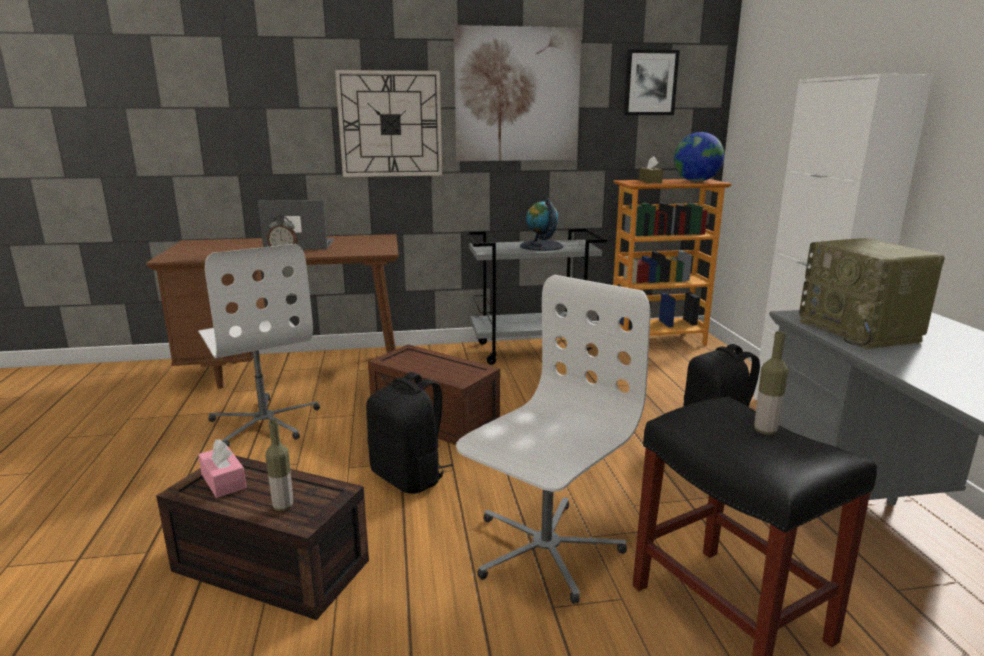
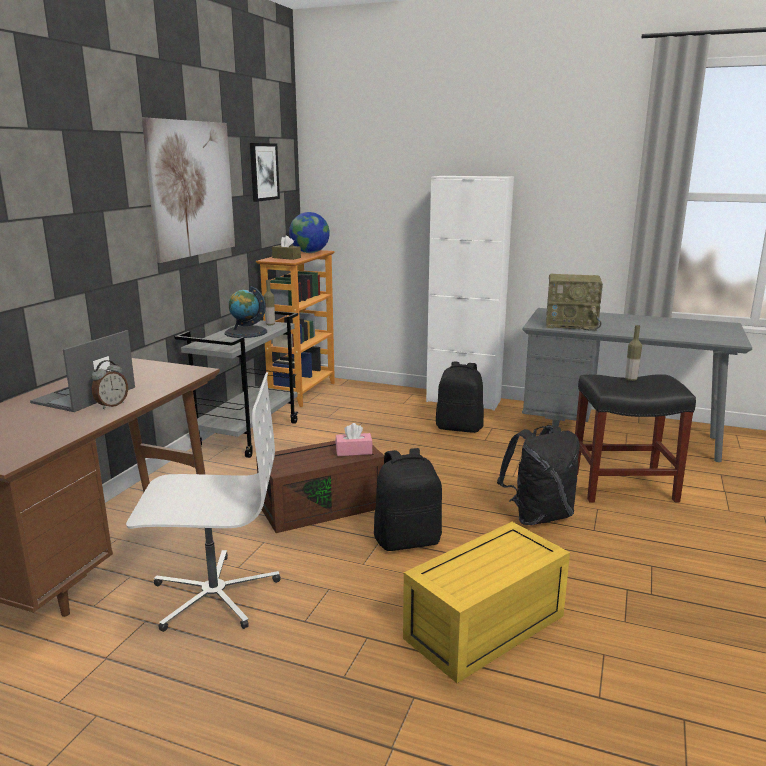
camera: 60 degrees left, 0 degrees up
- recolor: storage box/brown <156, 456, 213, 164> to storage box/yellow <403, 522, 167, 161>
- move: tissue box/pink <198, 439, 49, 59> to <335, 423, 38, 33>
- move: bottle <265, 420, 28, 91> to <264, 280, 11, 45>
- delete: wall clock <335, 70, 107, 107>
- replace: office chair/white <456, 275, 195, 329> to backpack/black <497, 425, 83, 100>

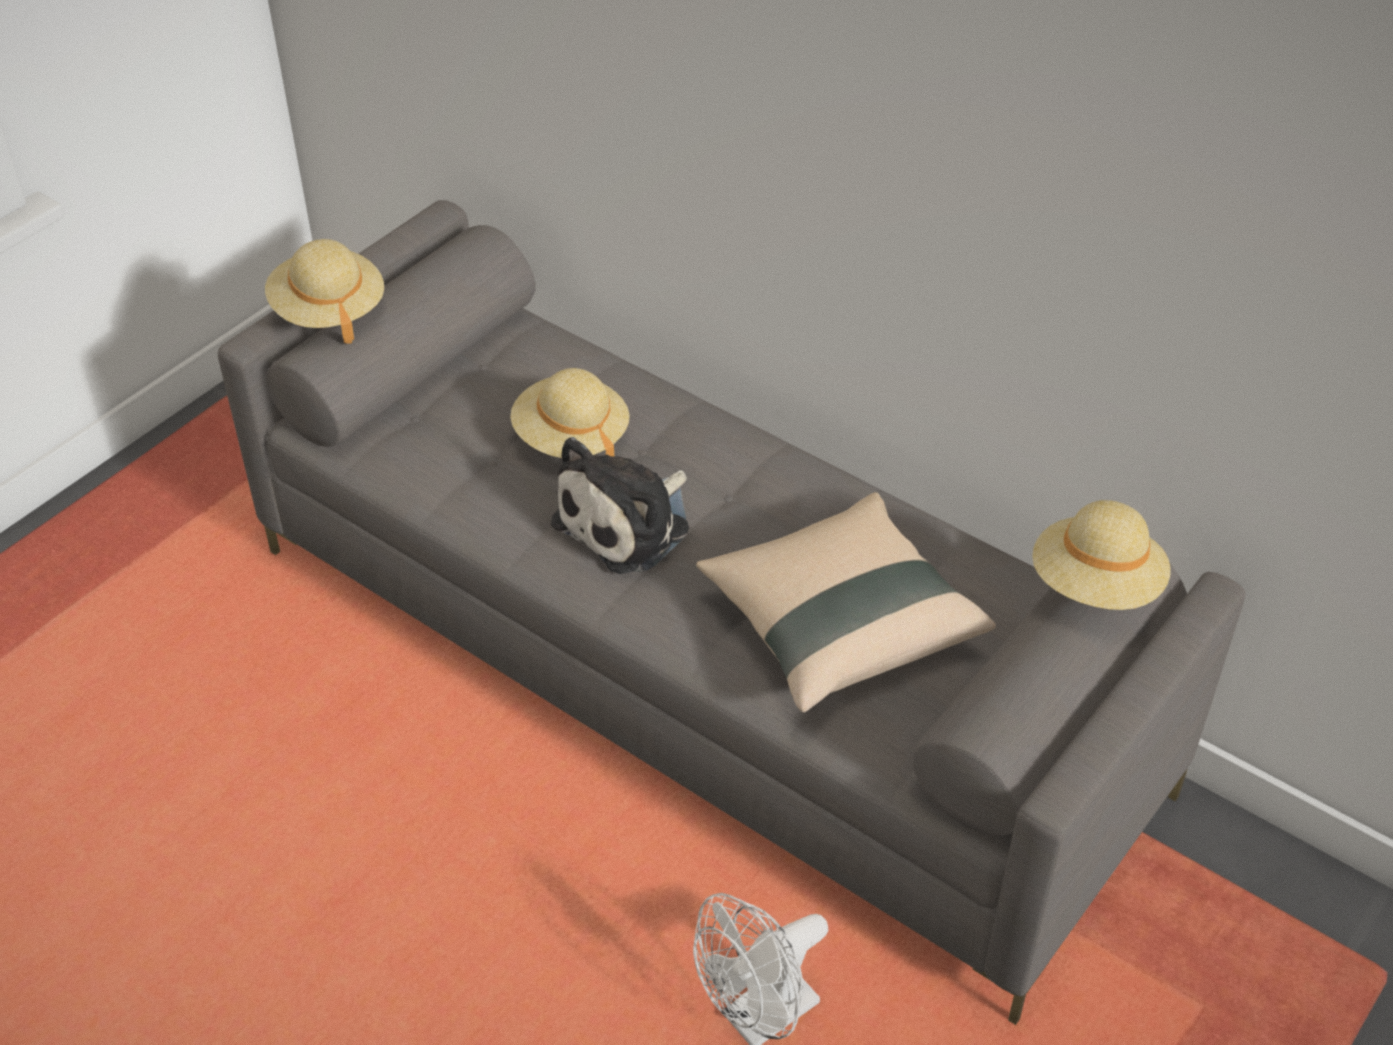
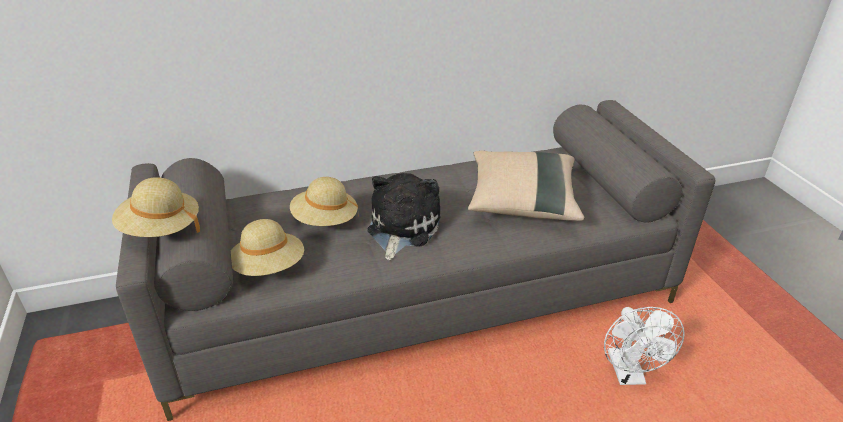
camera: 55 degrees left, 10 degrees down
- rotate: plush toy <551, 437, 138, 137> = <367, 173, 74, 87> 150 degrees counterclockwise
- move: hat/beige <1032, 500, 139, 110> to <231, 219, 73, 57>

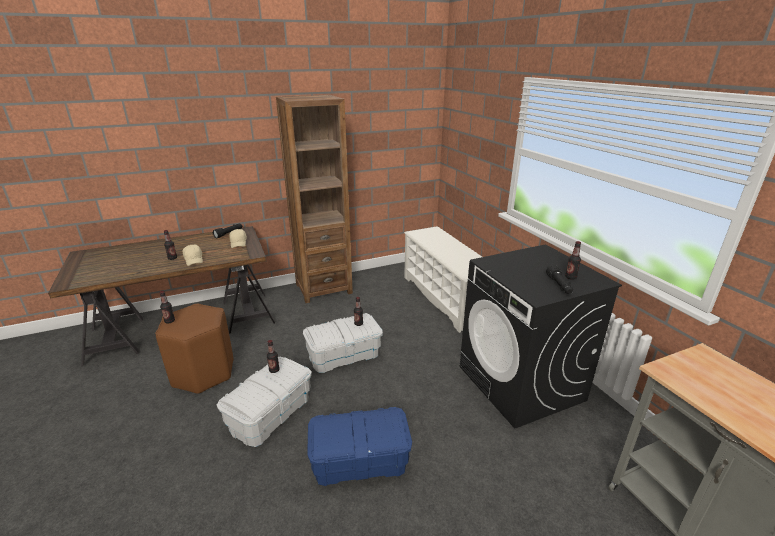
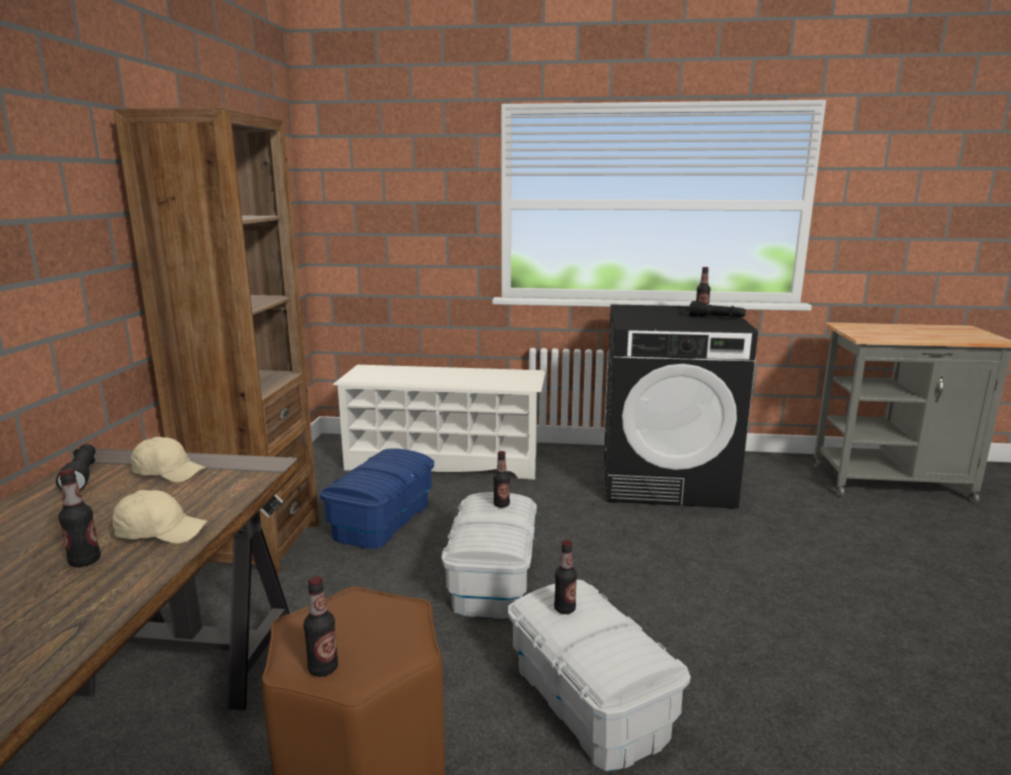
camera: 60 degrees left, 10 degrees down
- move: storage box/blue <307, 407, 105, 79> to <320, 448, 114, 101>

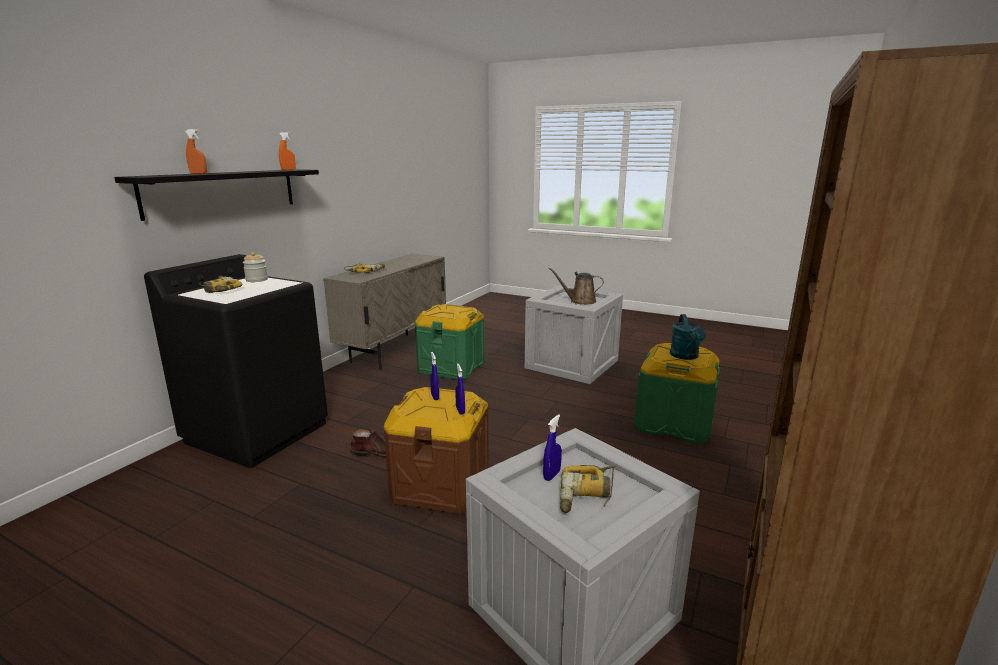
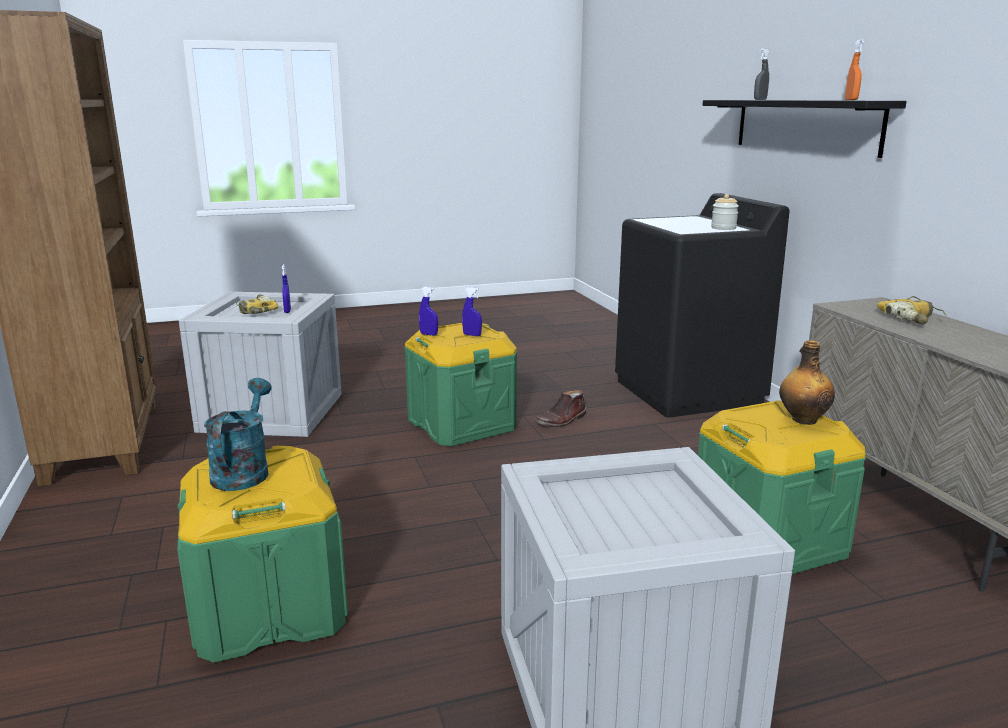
camera: 135 degrees right, 0 degrees up
- recolor: spray bottle/orange <185, 129, 22, 45> to spray bottle/grey <754, 49, 15, 51>
- delete: power drill <200, 276, 43, 17>
- recolor: storage box/brown <383, 387, 106, 127> to storage box/green <404, 323, 113, 124>
- delete: watering can/brown <549, 268, 55, 37>
- rotate: watering can/turquoise <670, 314, 36, 46> = <204, 378, 68, 113> 45 degrees clockwise
- insert: bottle <779, 340, 56, 85>

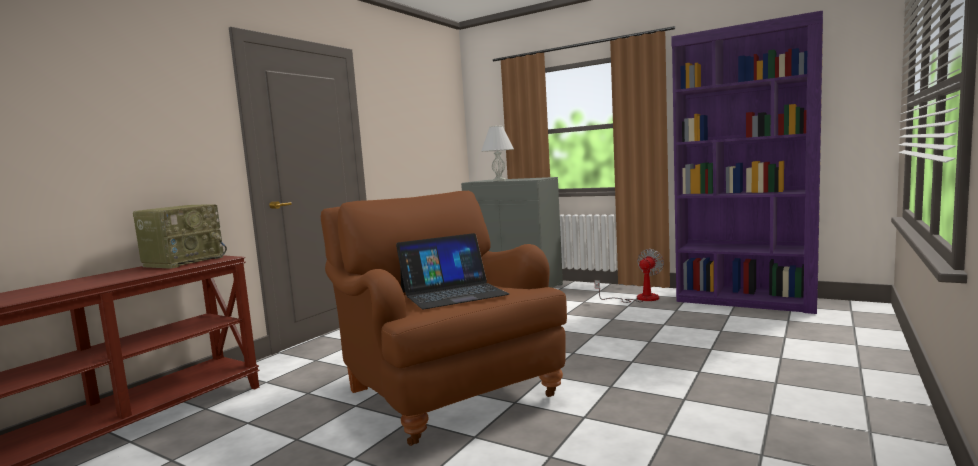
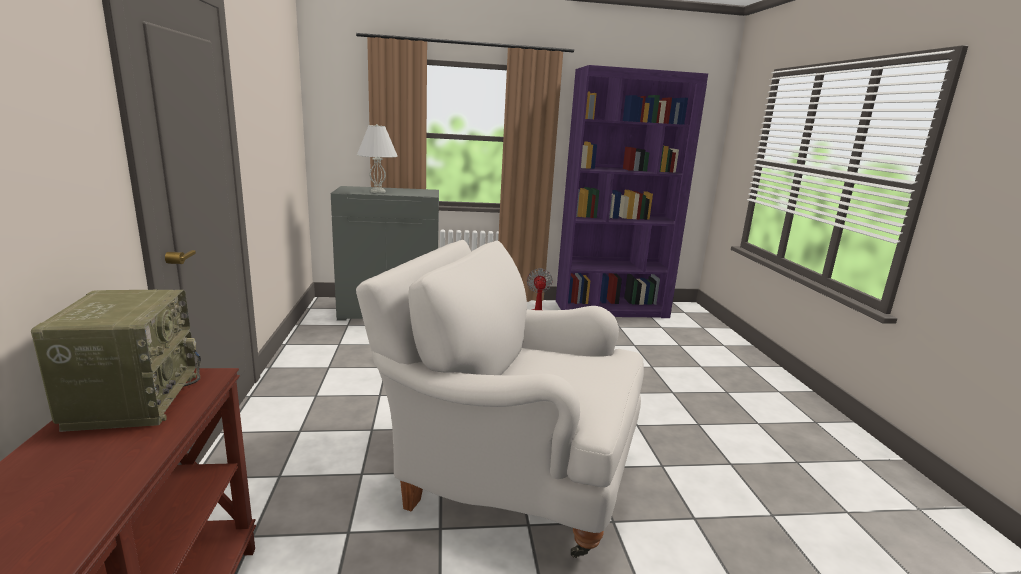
camera: 40 degrees left, 10 degrees up
- recolor: armchair/brown <321, 191, 246, 255> to armchair/white <356, 240, 288, 318>
- delete: laptop <396, 233, 113, 76>

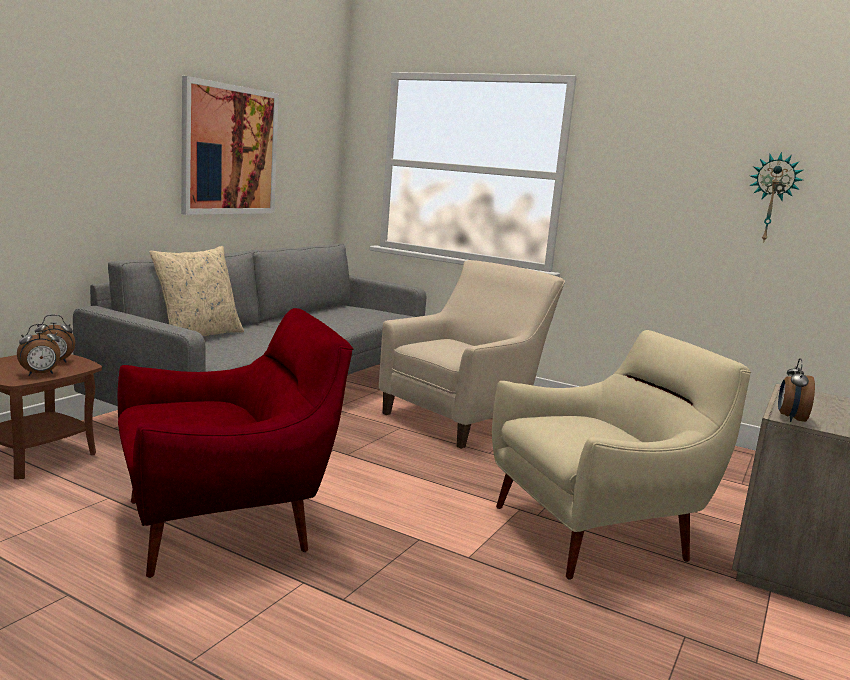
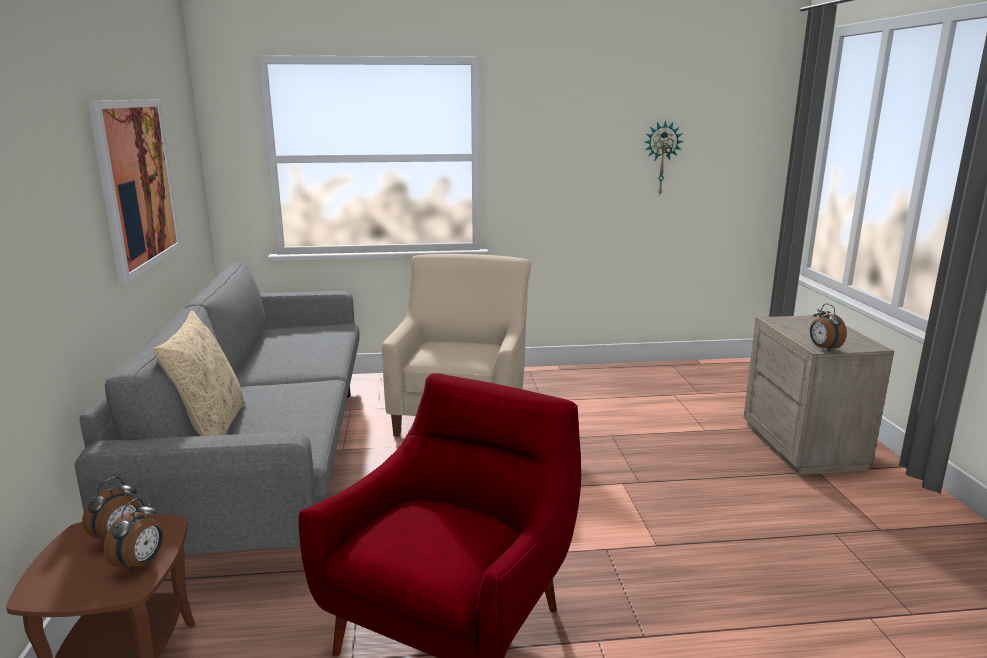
camera: 35 degrees left, 5 degrees up
- delete: armchair/beige <492, 330, 259, 250>

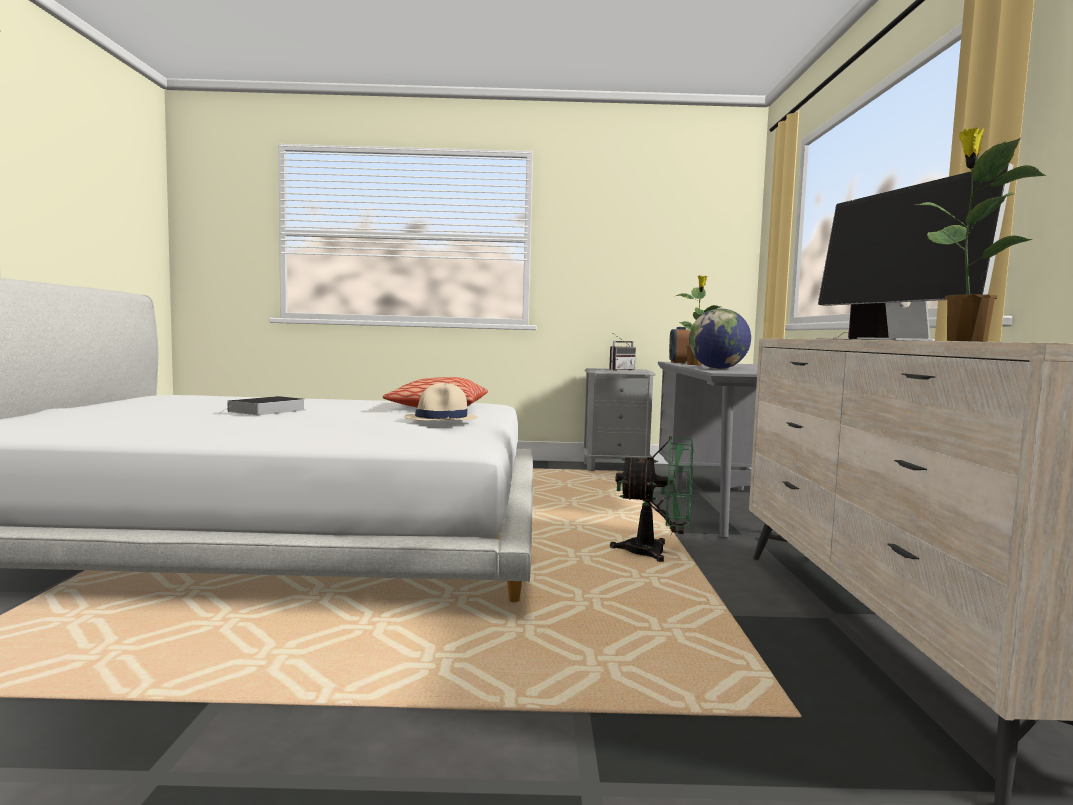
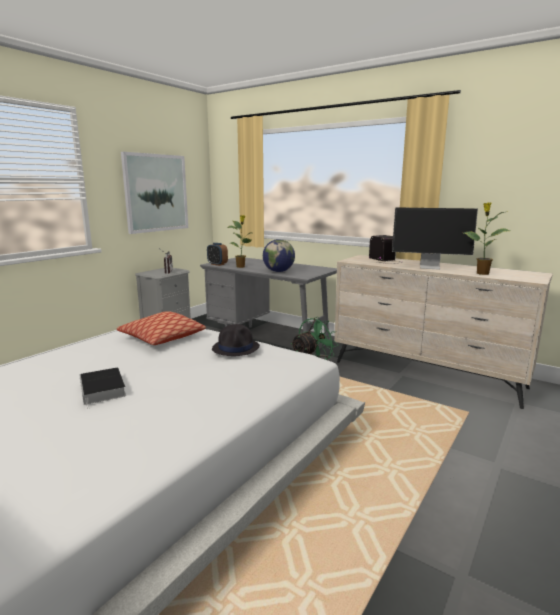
camera: 55 degrees left, 10 degrees up
- recolor: hat/beige <404, 383, 74, 38> to hat/black <212, 324, 48, 32>
- insert: picture <121, 152, 67, 82>

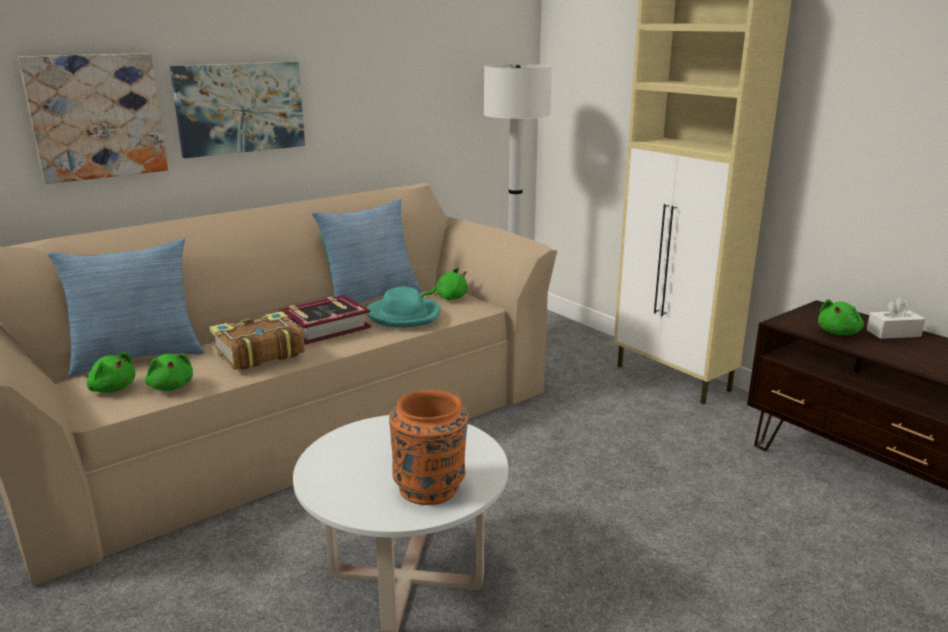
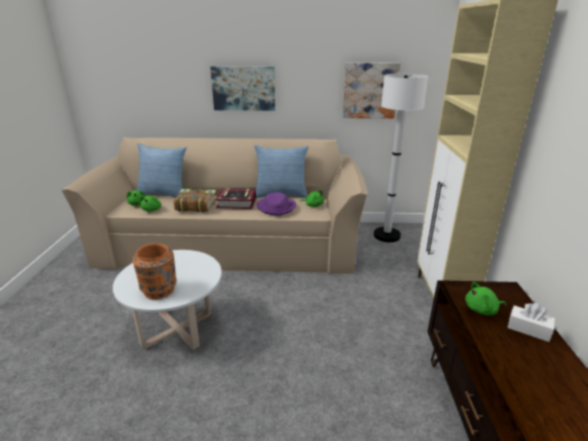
camera: 40 degrees right, 5 degrees up
- move: picture <18, 53, 150, 131> to <343, 63, 57, 55>
- recolor: hat/turquoise <367, 287, 73, 41> to hat/purple <257, 192, 39, 24>

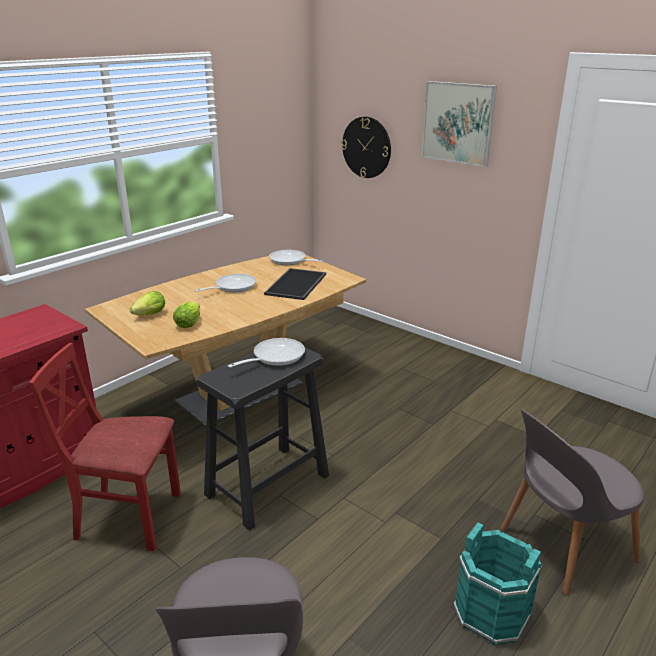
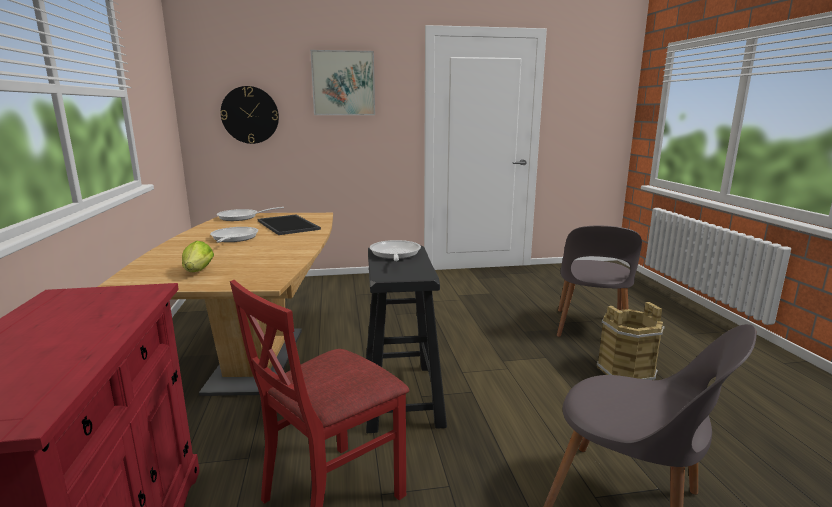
camera: 50 degrees left, 10 degrees down
- delete: lettuce <173, 301, 27, 27>
- recolor: bucket/turquoise <454, 522, 88, 123> to bucket/brown <597, 302, 68, 78>

